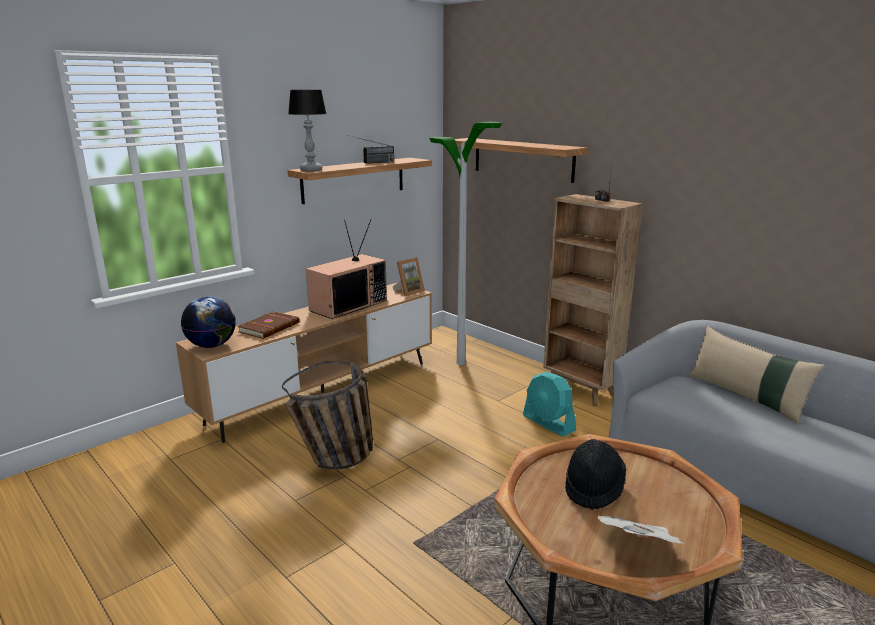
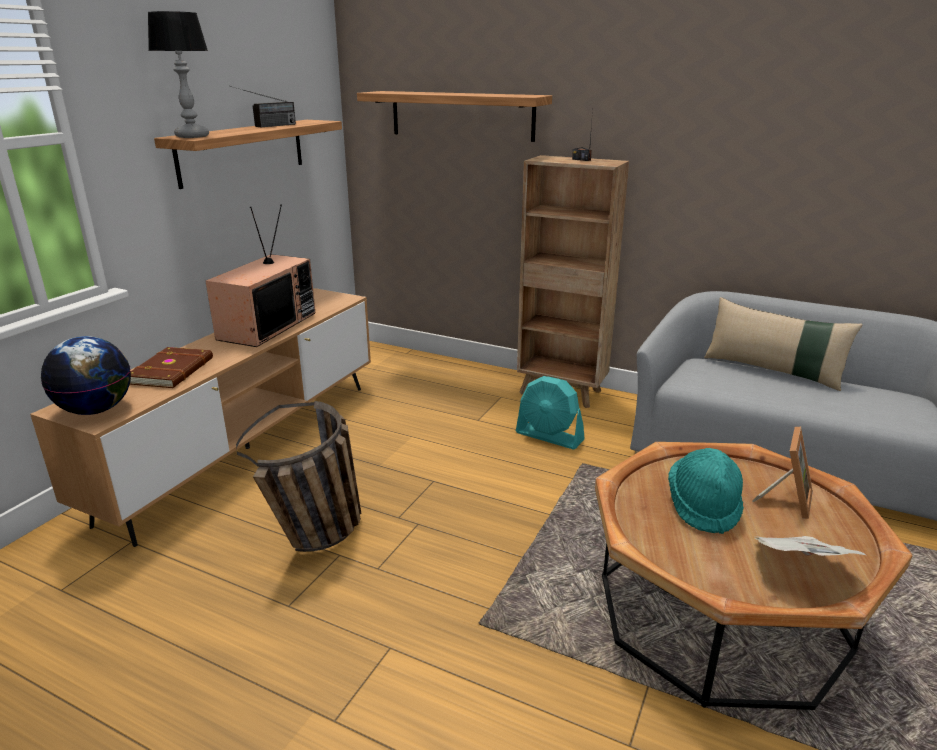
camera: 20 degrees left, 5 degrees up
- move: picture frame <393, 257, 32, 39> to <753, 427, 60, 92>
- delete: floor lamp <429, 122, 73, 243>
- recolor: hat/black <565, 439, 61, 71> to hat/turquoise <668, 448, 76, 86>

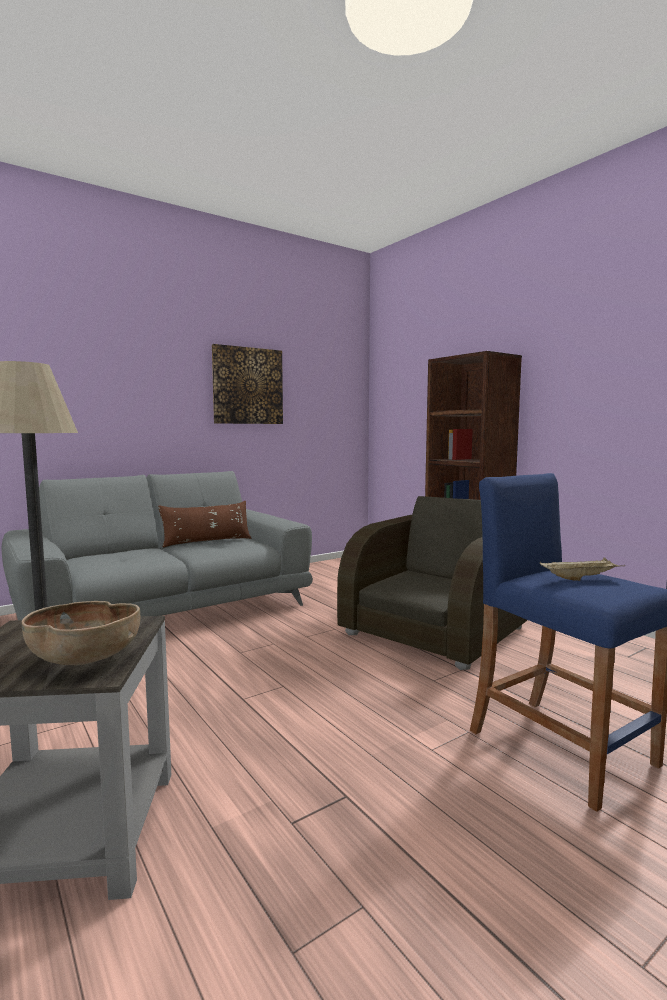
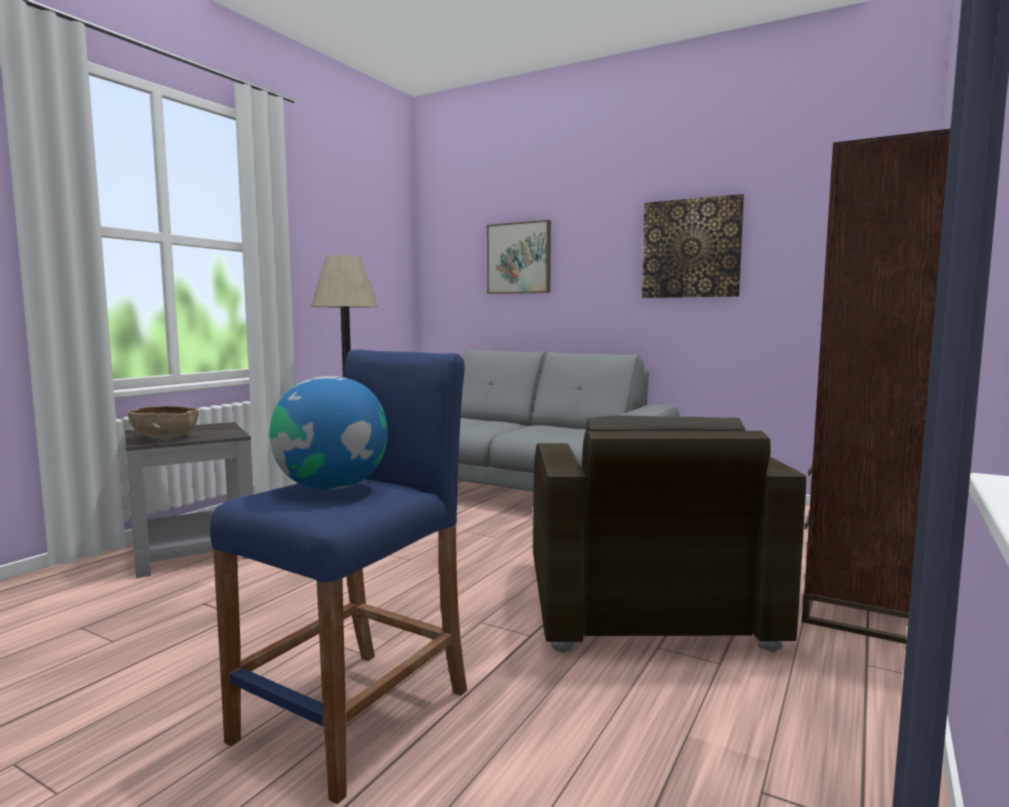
camera: 65 degrees right, 0 degrees up
- delete: pillow/brown <158, 501, 93, 47>
- rotate: armchair/brown <337, 496, 190, 174> = <533, 415, 273, 238> 75 degrees clockwise
- replace: tray/beige <540, 557, 85, 24> to globe <270, 376, 118, 114>
- insert: picture <487, 220, 64, 74>

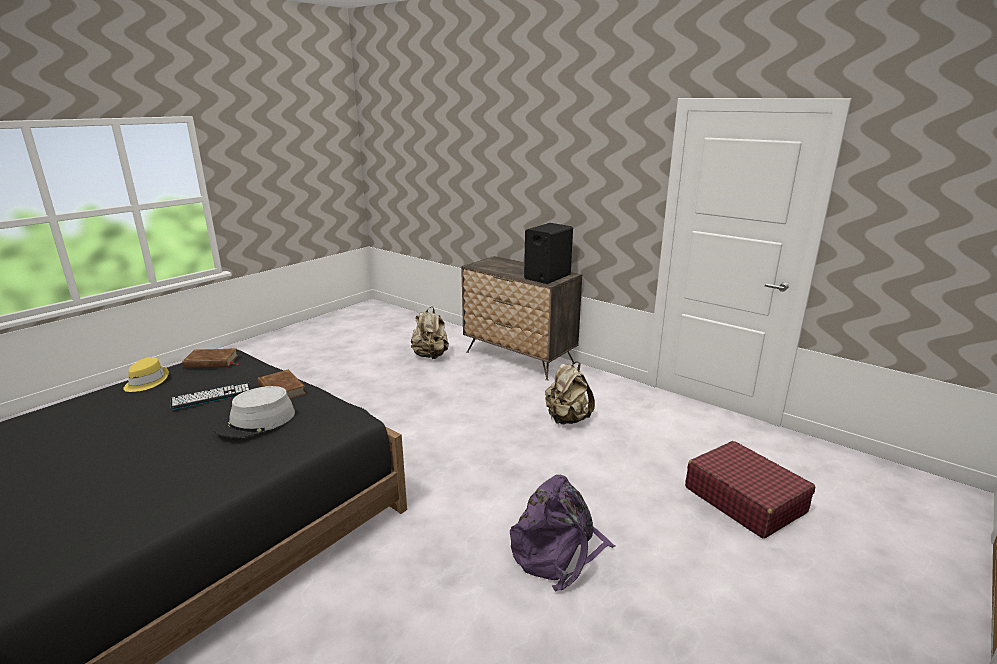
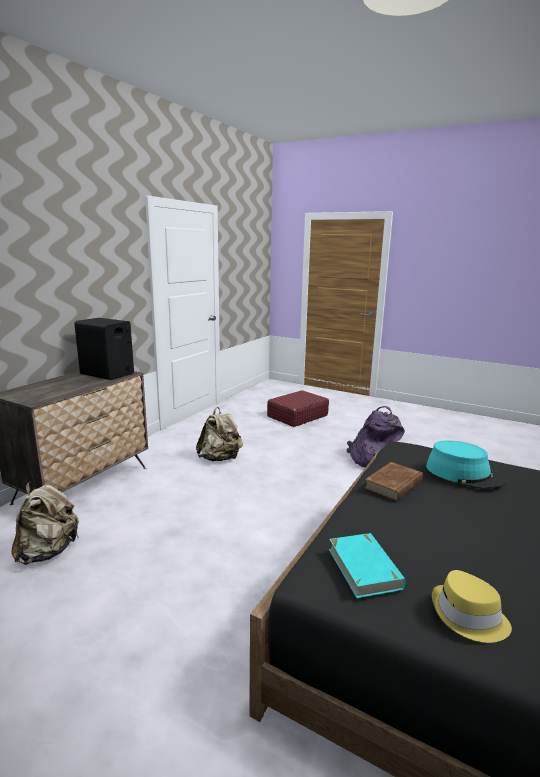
camera: 100 degrees left, 5 degrees down
- delete: keyboard <170, 382, 81, 28>
- recolor: book/brown <182, 348, 56, 21> to book/turquoise <329, 533, 76, 65>
- recolor: hat/grey <213, 386, 82, 52> to hat/turquoise <426, 440, 81, 49>

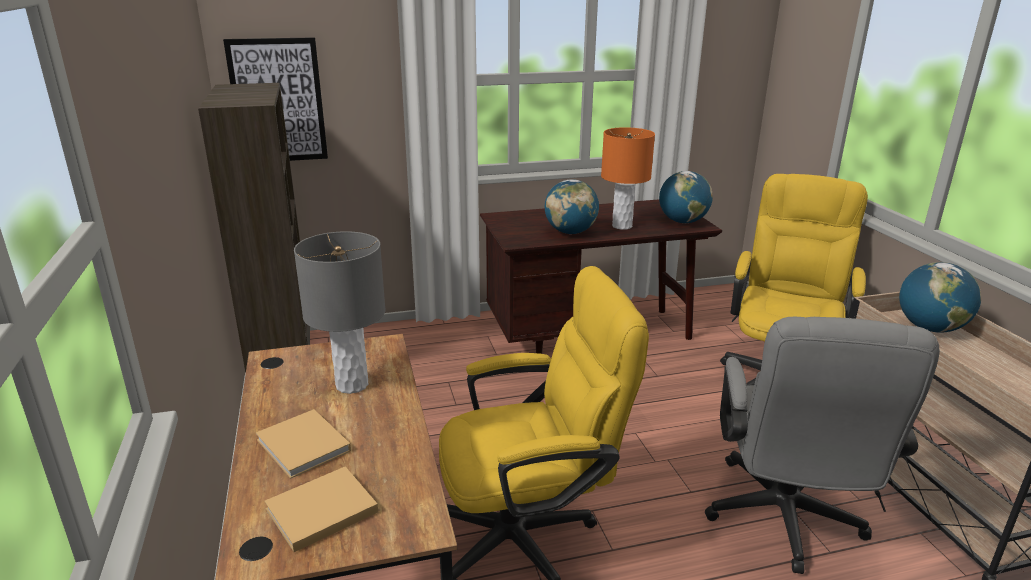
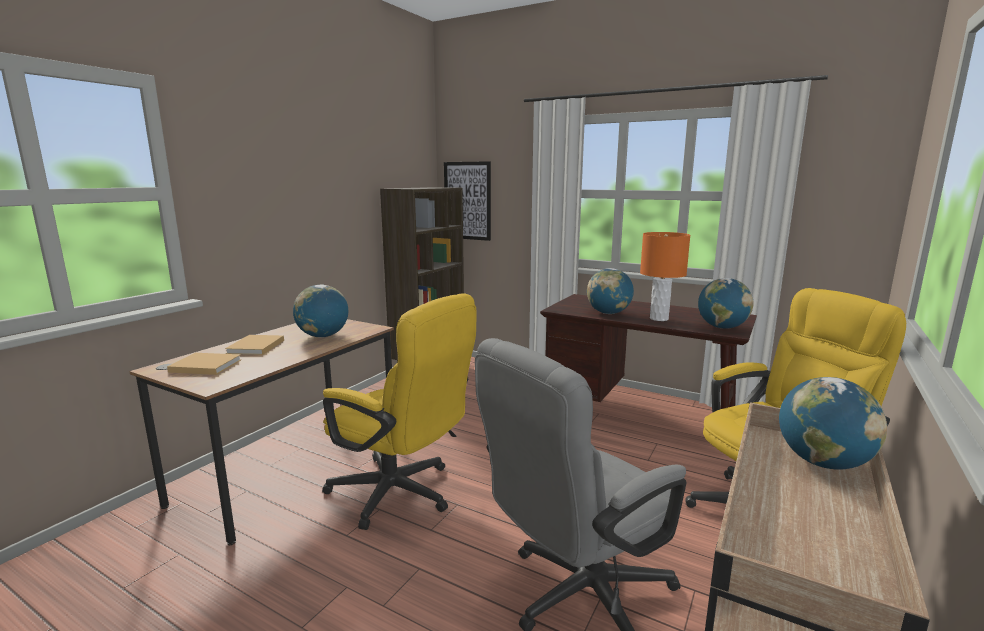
camera: 45 degrees right, 10 degrees down
- replace: table lamp/grey <294, 231, 92, 163> to globe <293, 284, 55, 54>

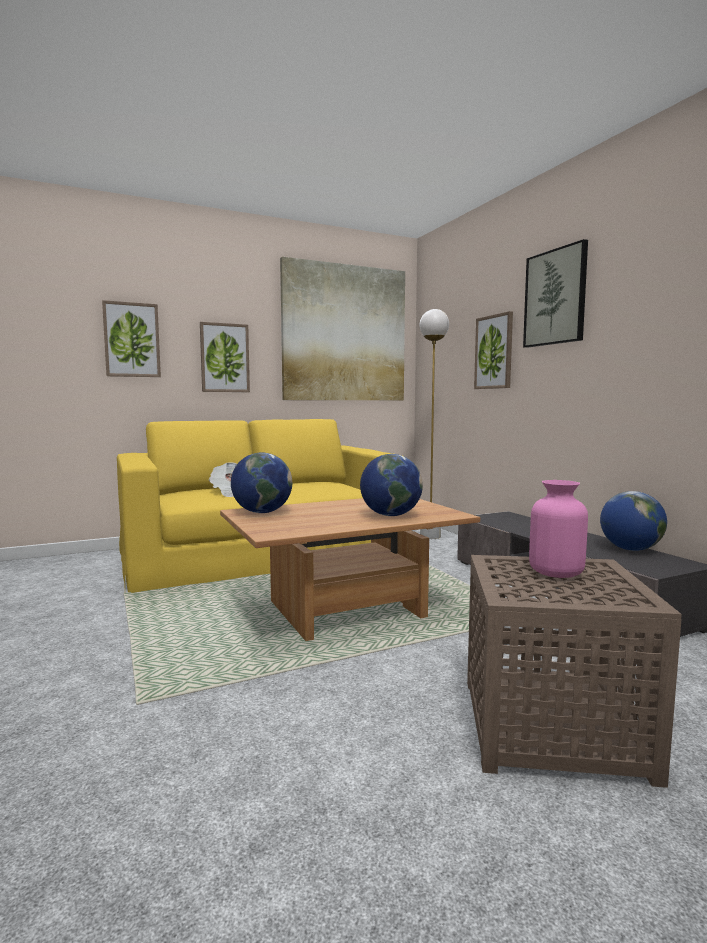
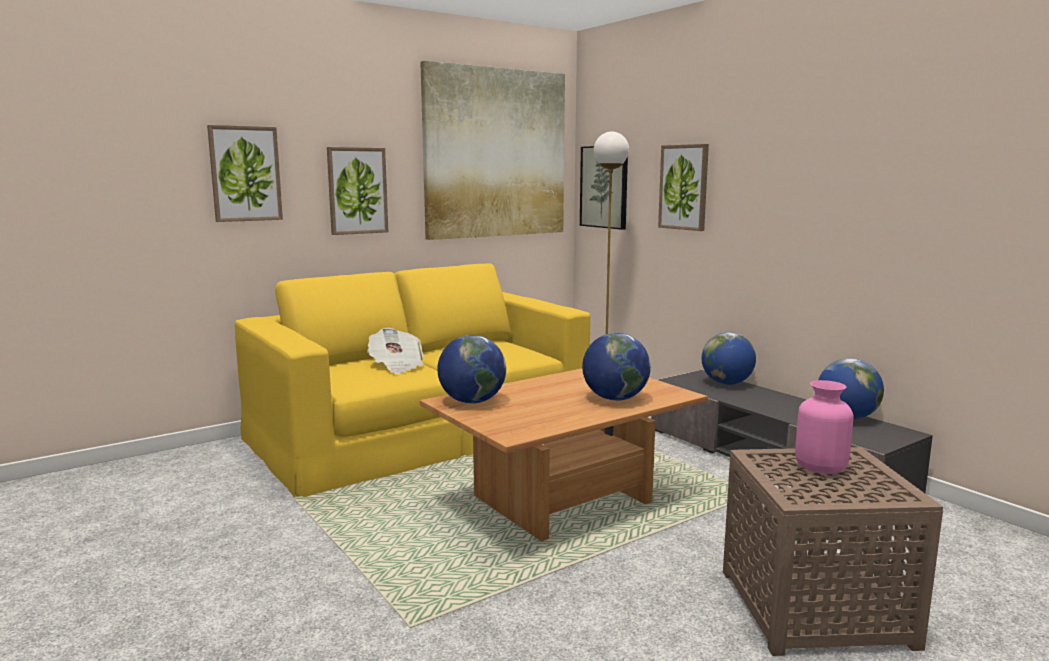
camera: 10 degrees left, 5 degrees up
- move: picture <523, 239, 65, 109> to <580, 146, 48, 84>
- insert: globe <702, 332, 54, 53>

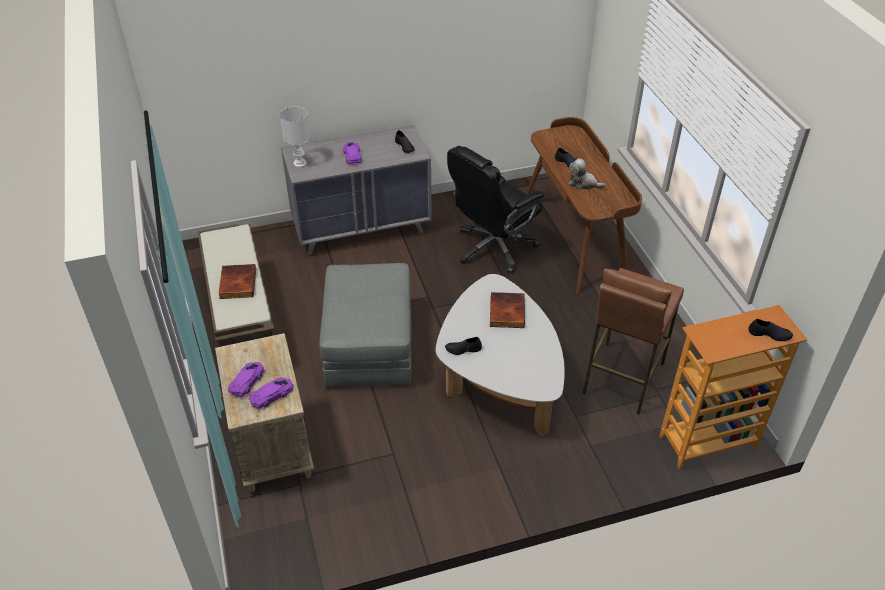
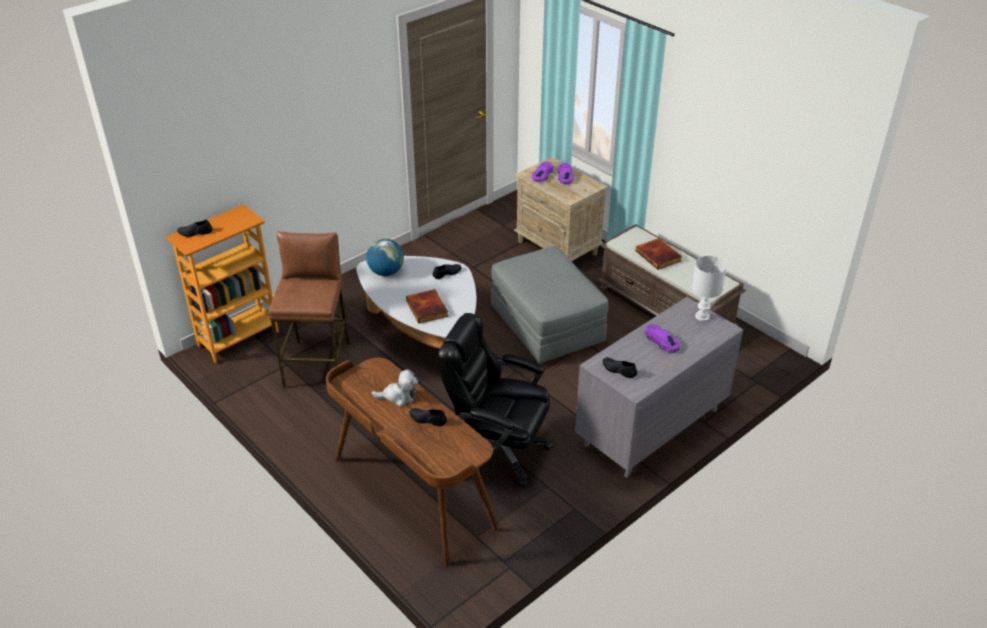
camera: 155 degrees right, 5 degrees down
- rotate: office chair/black <447, 146, 98, 128> = <438, 313, 114, 175> 90 degrees counterclockwise
- insert: globe <366, 239, 38, 37>

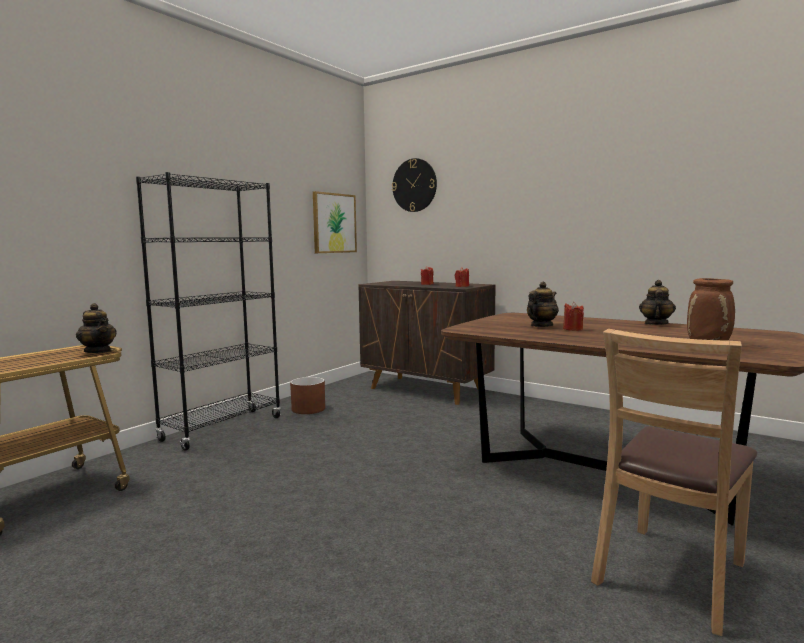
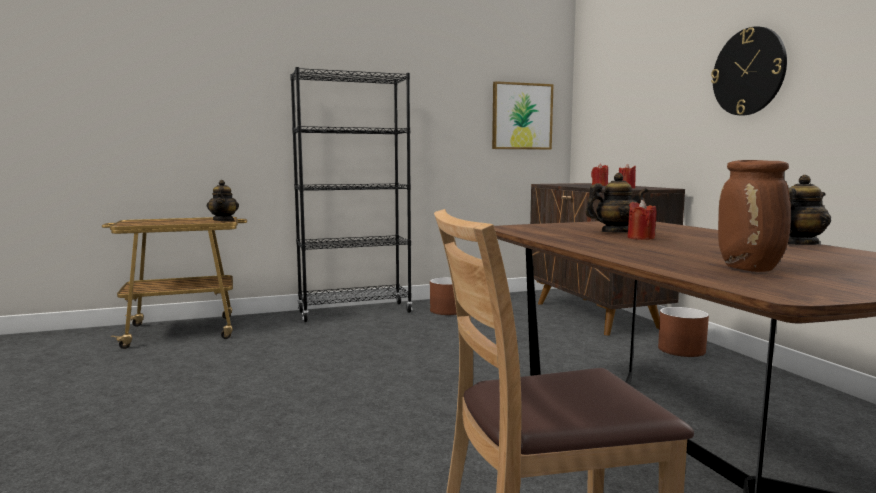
camera: 35 degrees right, 0 degrees up
- move: wall clock <392, 158, 45, 54> to <711, 26, 76, 90>
- insert: planter/brown <658, 307, 51, 50>

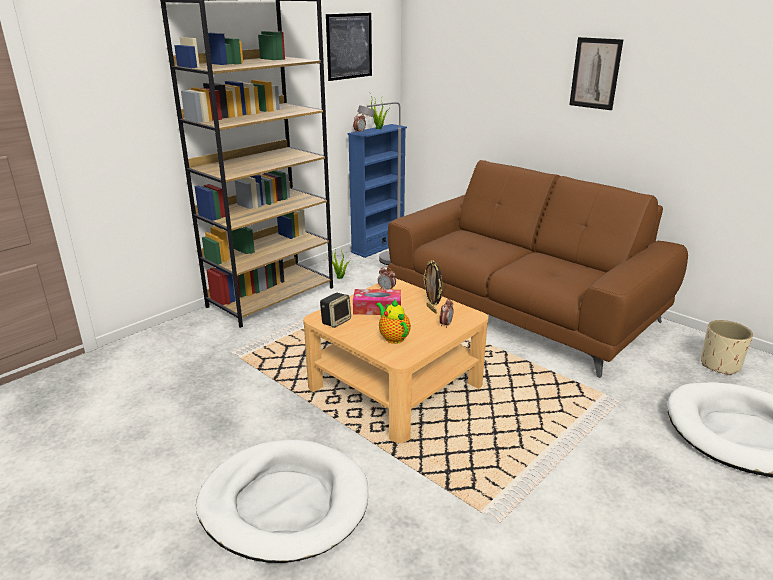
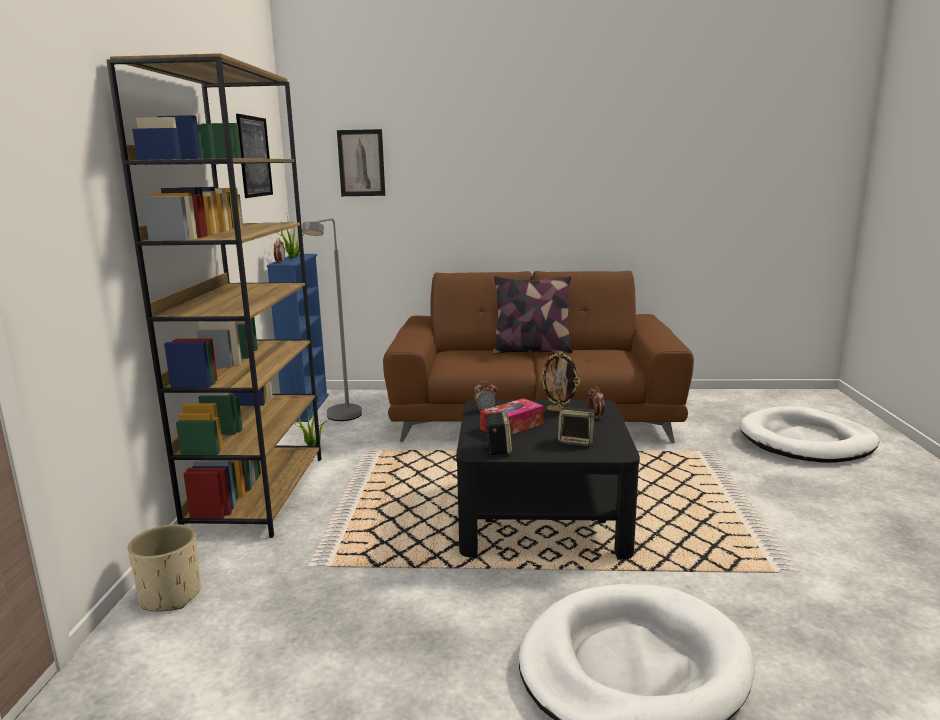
camera: 40 degrees left, 10 degrees down
- recolor: coffee table/beige <303, 279, 185, 164> to coffee table/black <456, 400, 184, 160>
- replace: teapot <376, 298, 35, 46> to speaker <558, 406, 40, 40>
- move: picture <569, 37, 54, 73> to <337, 129, 48, 67>
- move: planter/beige <701, 320, 52, 55> to <128, 524, 73, 88>
- insert: pillow <493, 276, 80, 78>

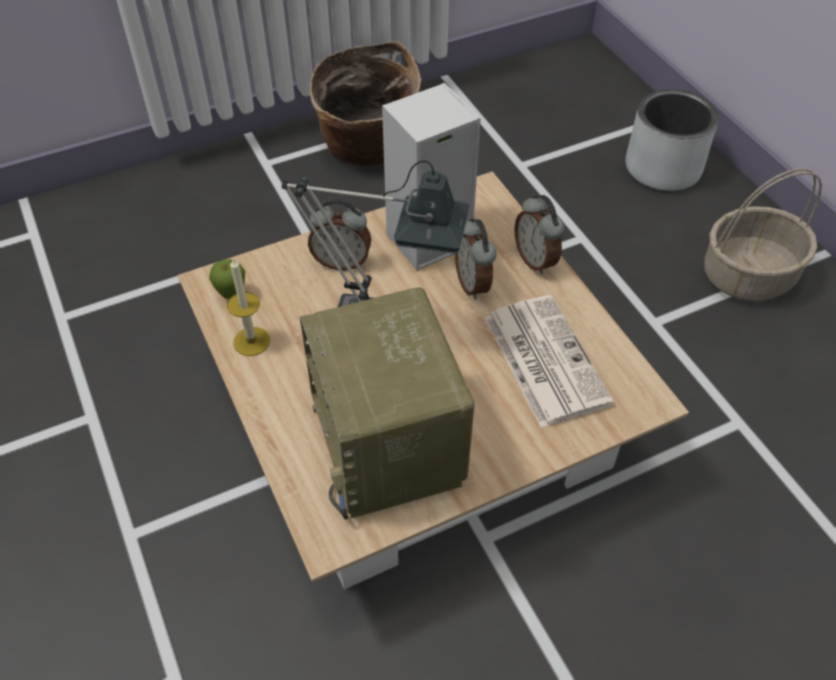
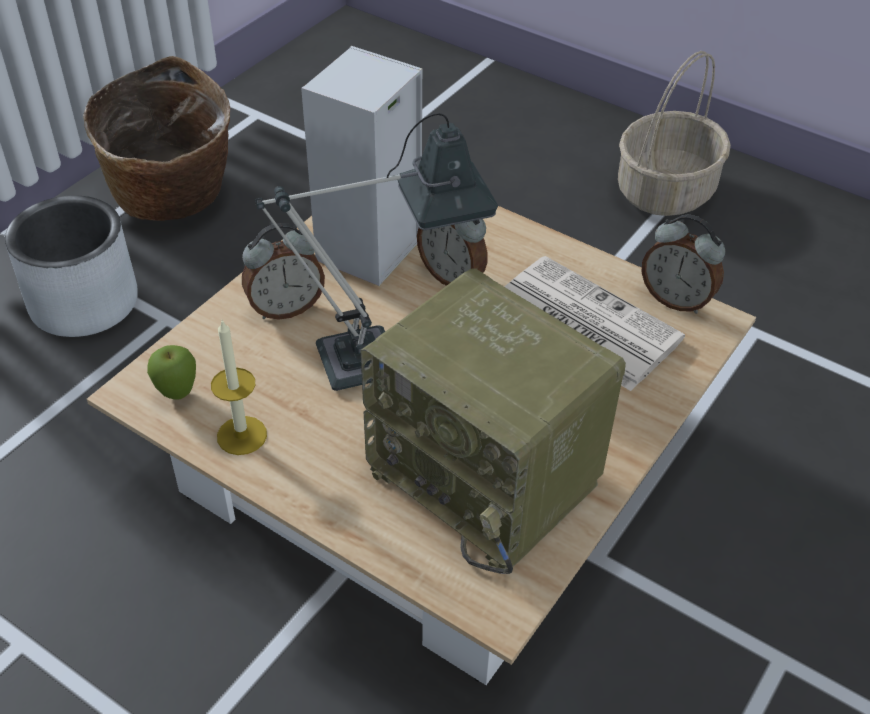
camera: 30 degrees left, 5 degrees down
- move: alarm clock <514, 195, 51, 79> to <642, 215, 83, 99>
- move: planter/grey <626, 89, 93, 102> to <5, 196, 133, 141>

